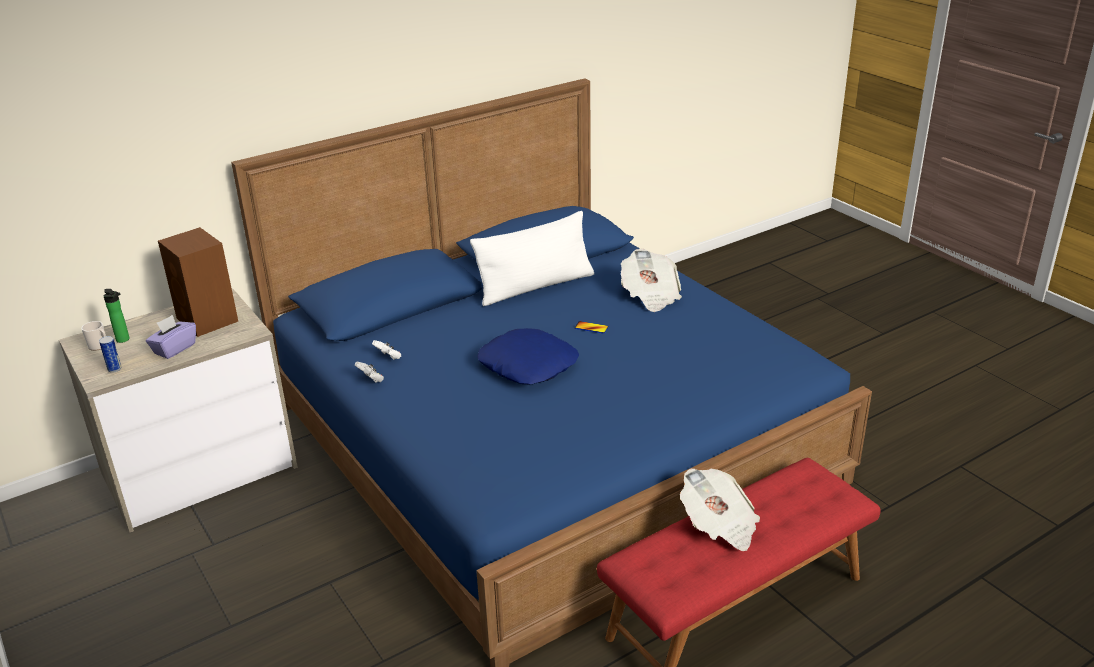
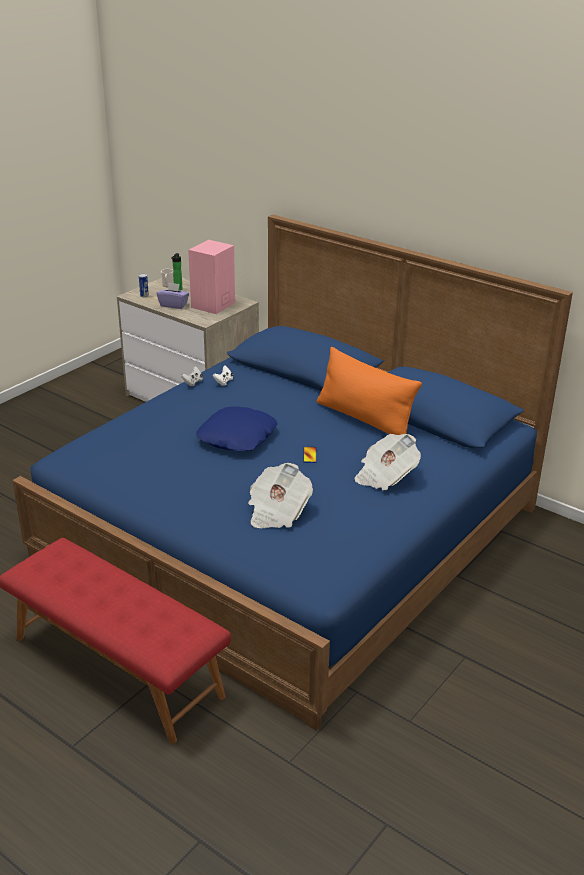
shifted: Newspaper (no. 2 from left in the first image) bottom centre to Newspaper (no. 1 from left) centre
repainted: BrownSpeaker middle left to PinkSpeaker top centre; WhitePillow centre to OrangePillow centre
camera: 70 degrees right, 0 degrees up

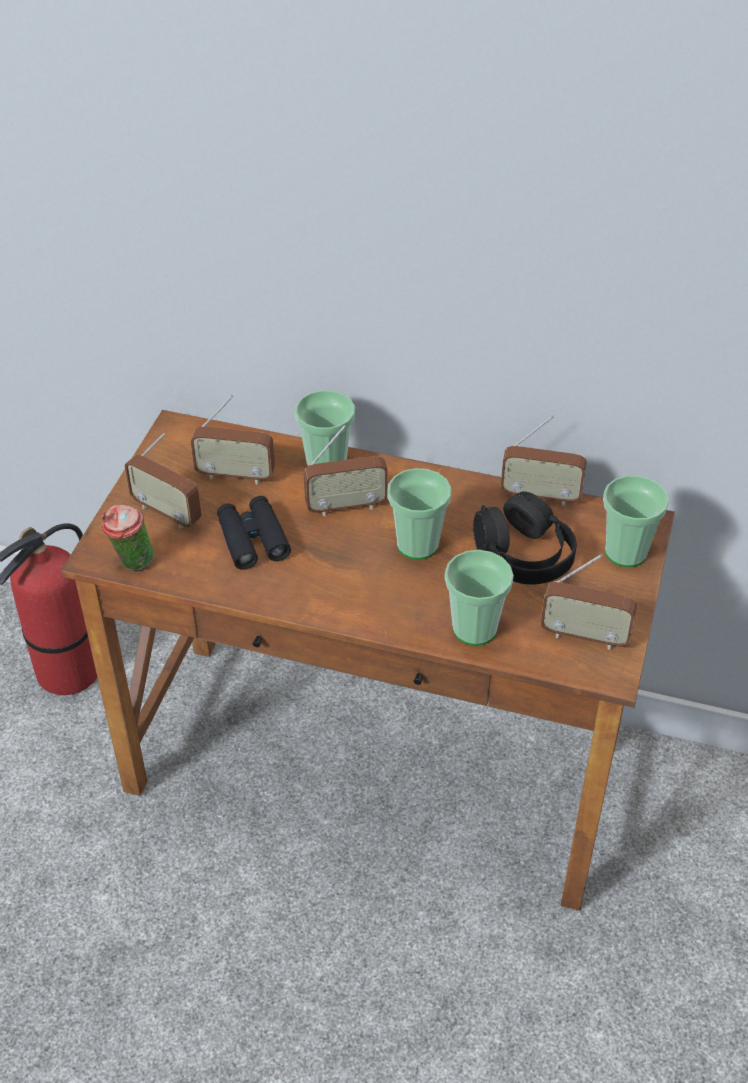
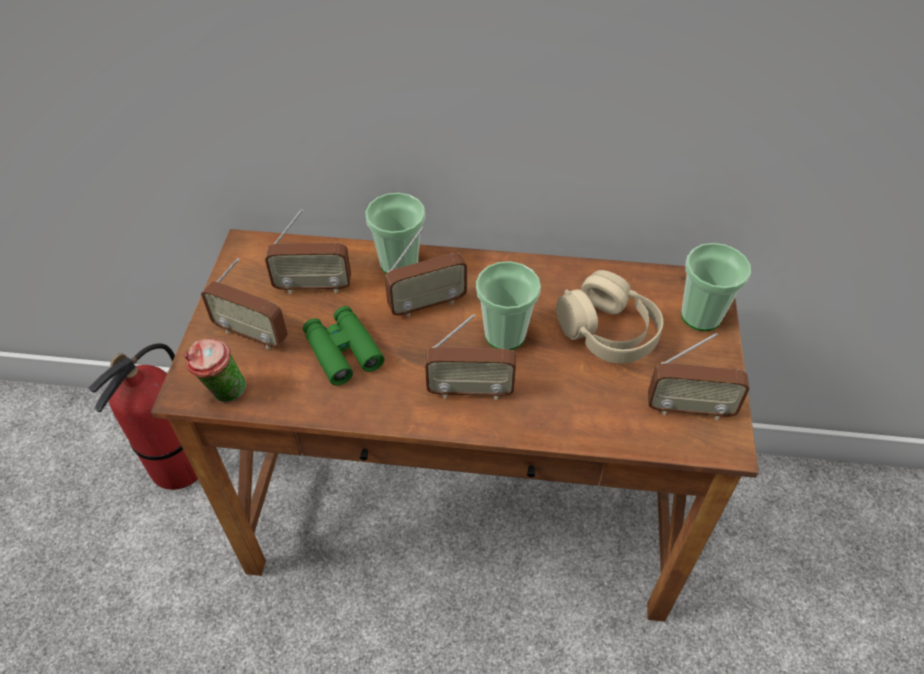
gone: Cup (no. 4 from left) centre
shifted: Radio (no. 4 from left) middle right to centre
repainted: BlackBinoculars centre to GreenBinoculars centre; BlackHeadphones middle right to BeigeHeadphones centre
camera: 10 degrees left, 5 degrees up

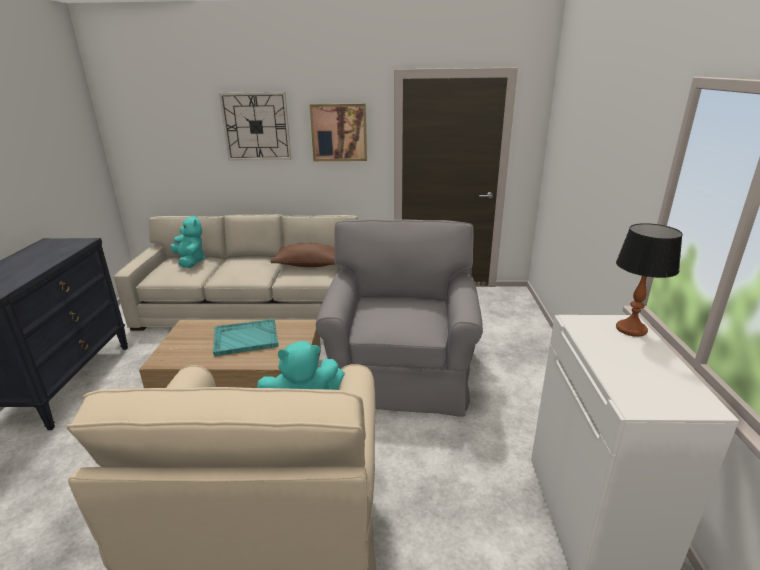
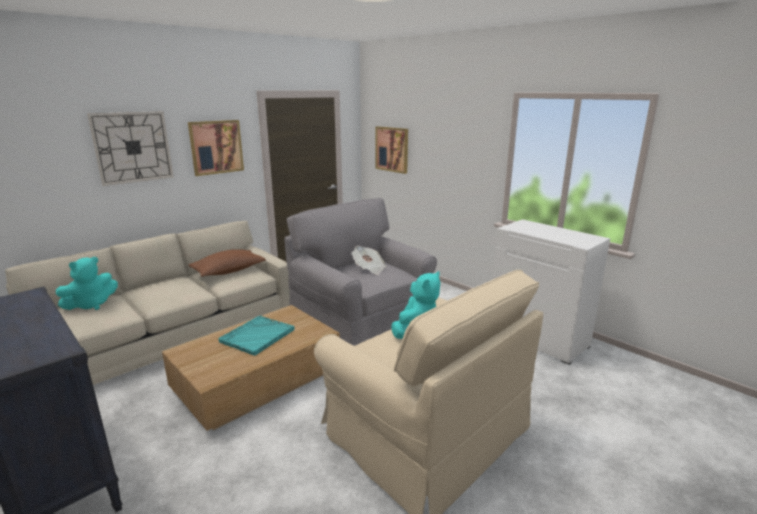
gone: TableLamp middle right
new: Newspaper centre; Picture (no. 2 from left) top centre
rotated: TurquoisePlushToy (no. 1 from left) middle left = middle left 120 degrees clockwise
camera: 45 degrees left, 5 degrees down

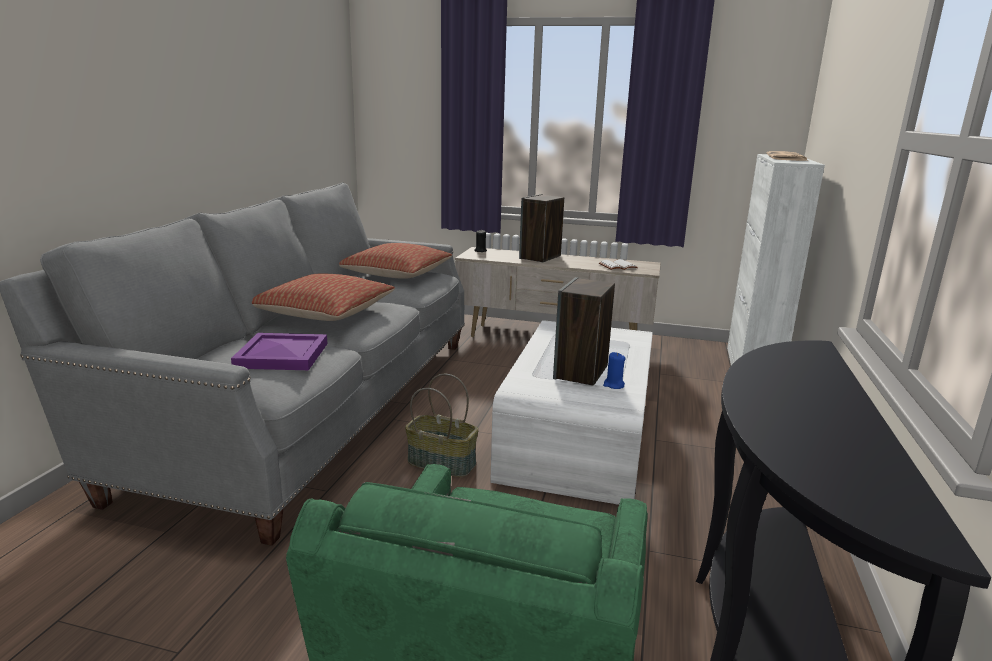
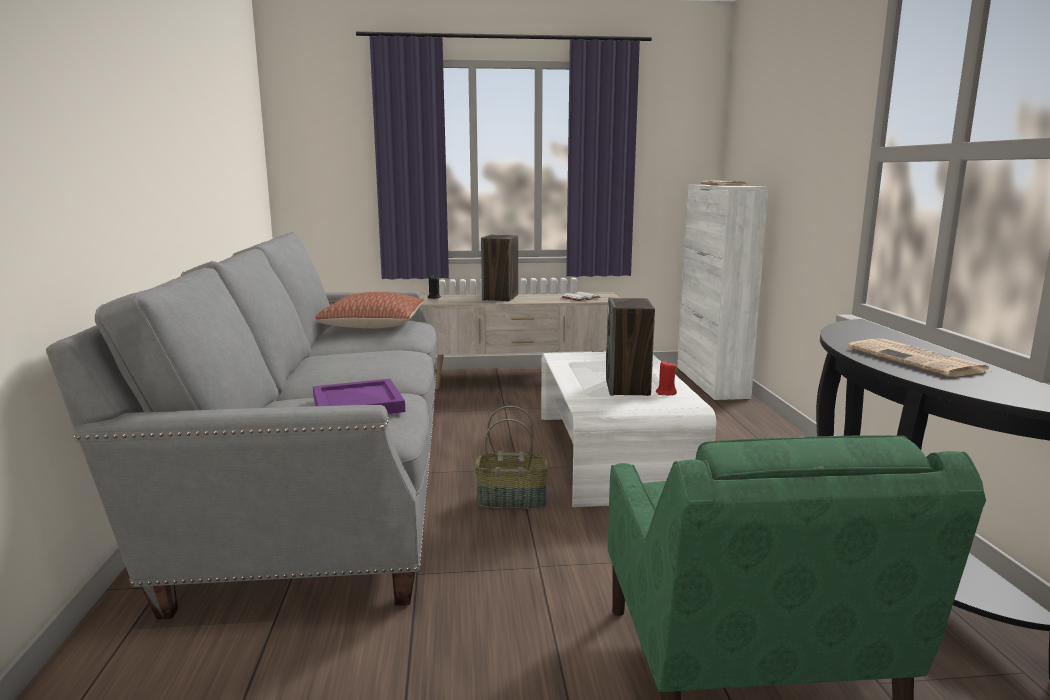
gone: Pillow (no. 1 from left) middle left
new: Newspaper (no. 2 from left) middle right
repainted: BlueCandle centre to RedCandle centre
camera: 20 degrees left, 5 degrees down

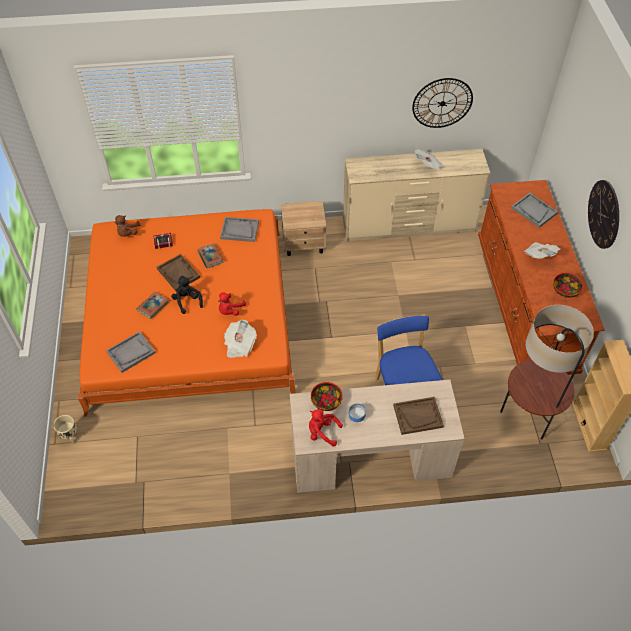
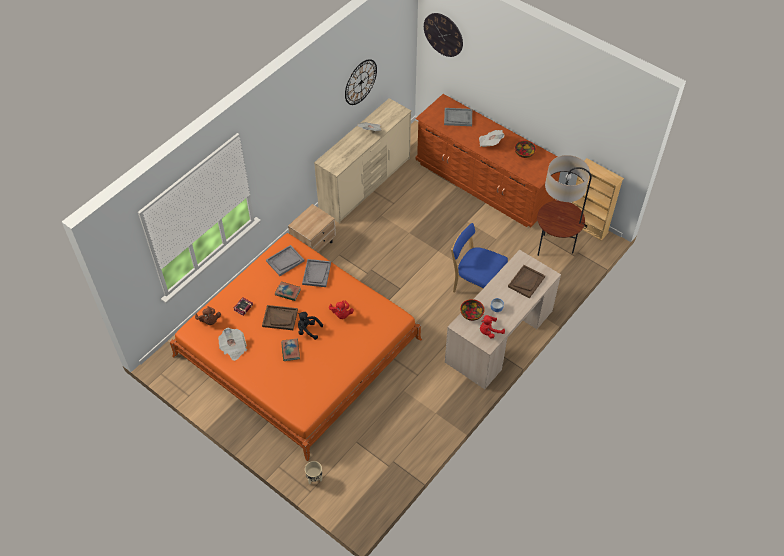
shifted: Newspaper (no. 1 from left) centre to middle left; GreyTray (no. 1 from left in the first image) middle left to GreyTray (no. 2 from left) centre; WallClock (no. 2 from left) middle right to top centre
camera: 45 degrees left, 0 degrees up

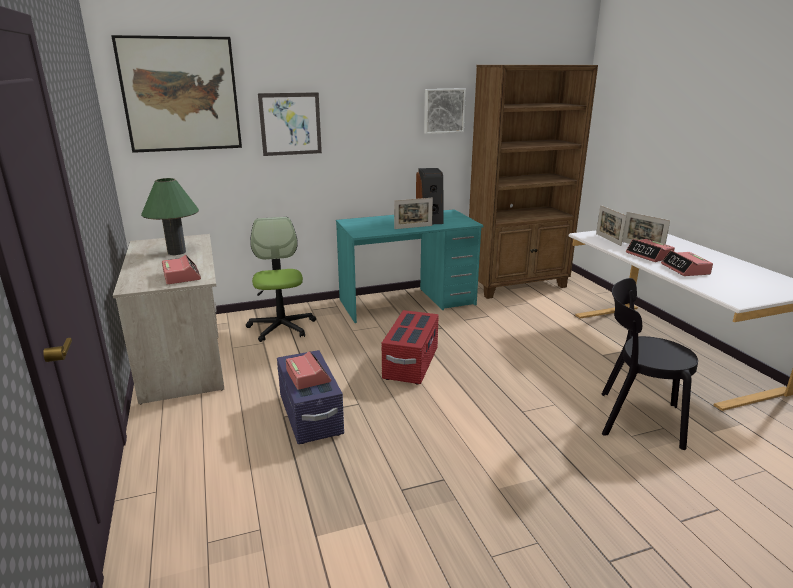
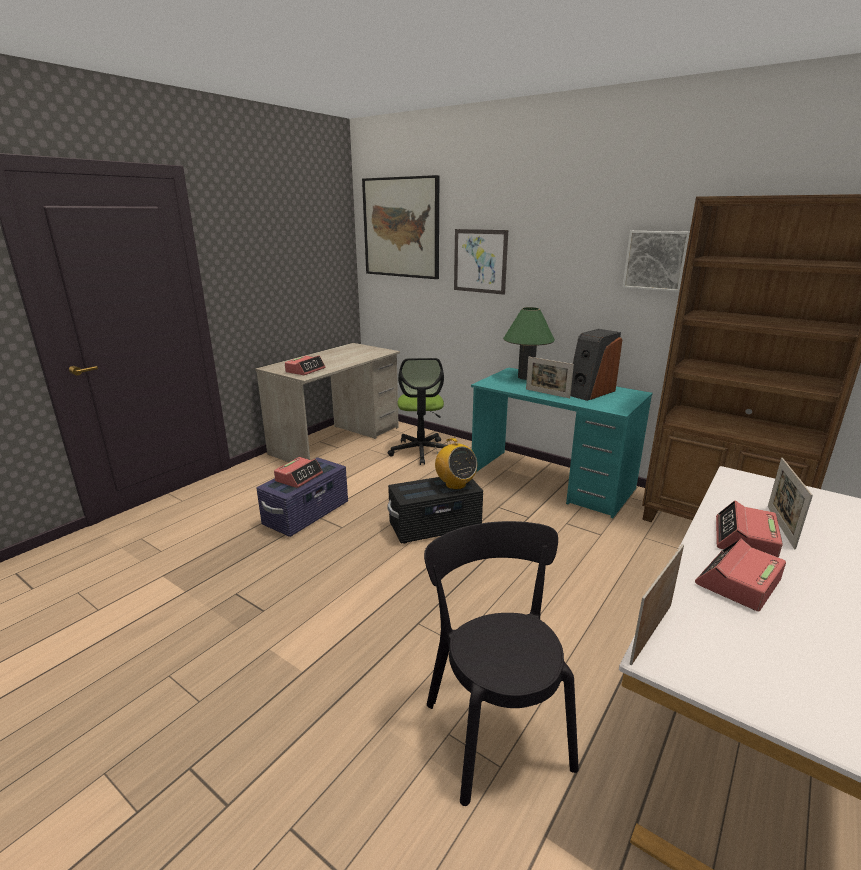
new: Radio centre
shifted: GreenTableLamp middle left to centre; PictureFrame (no. 2 from left) middle right to bottom right
repainted: RedStorageBox centre to BlackStorageBox centre
rotated: OfficeChair centre = centre 135 degrees clockwise
camera: 55 degrees right, 0 degrees up

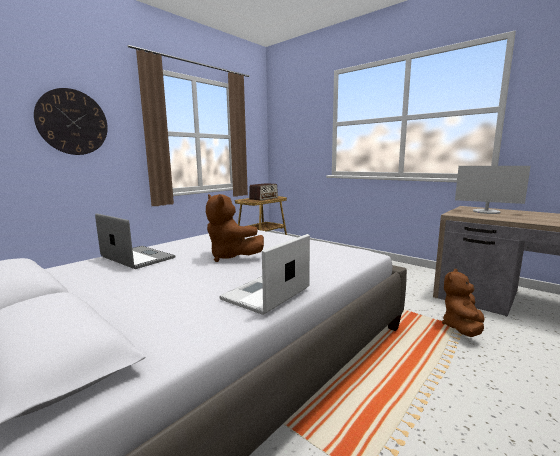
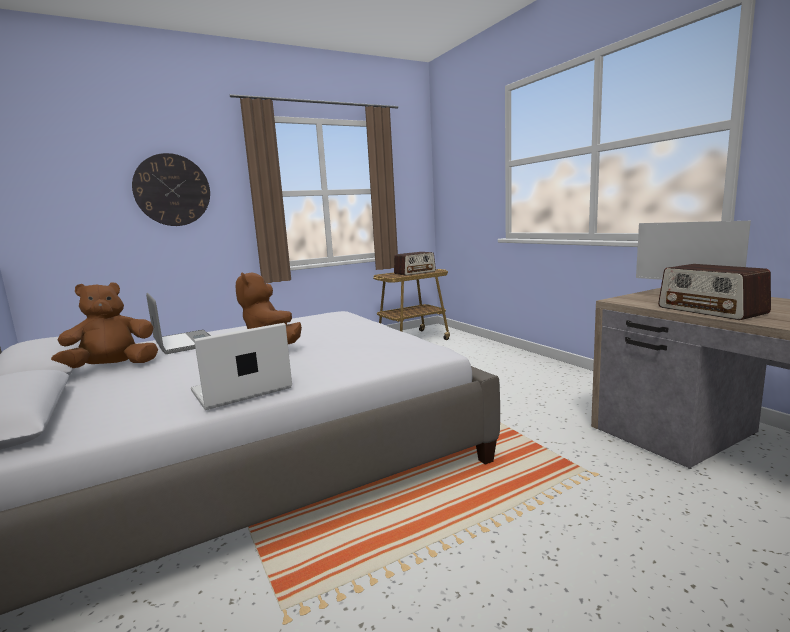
new: Radio (no. 2 from left) middle right
shifted: BrownPlushToy (no. 2 from left in the first image) middle right to BrownPlushToy (no. 1 from left) middle left
camera: 20 degrees right, 0 degrees up

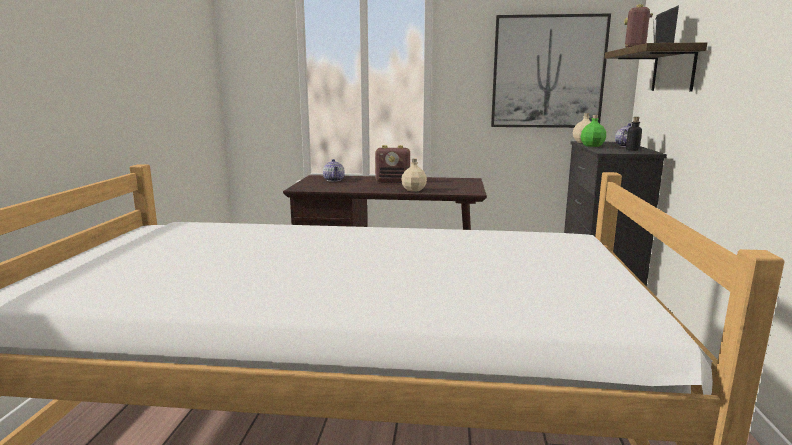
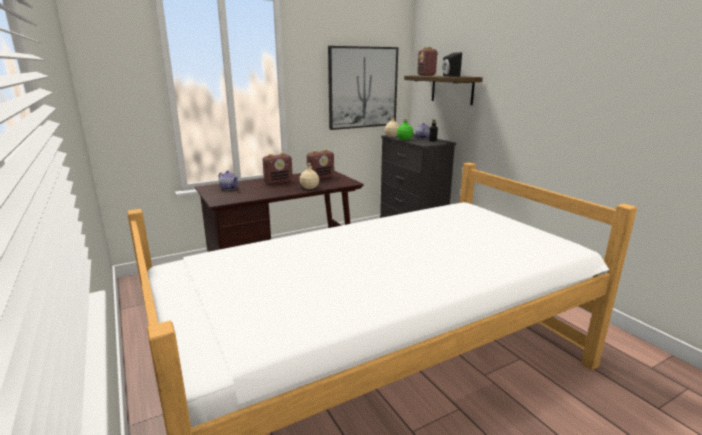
new: Radio (no. 2 from left) centre
camera: 35 degrees left, 5 degrees up

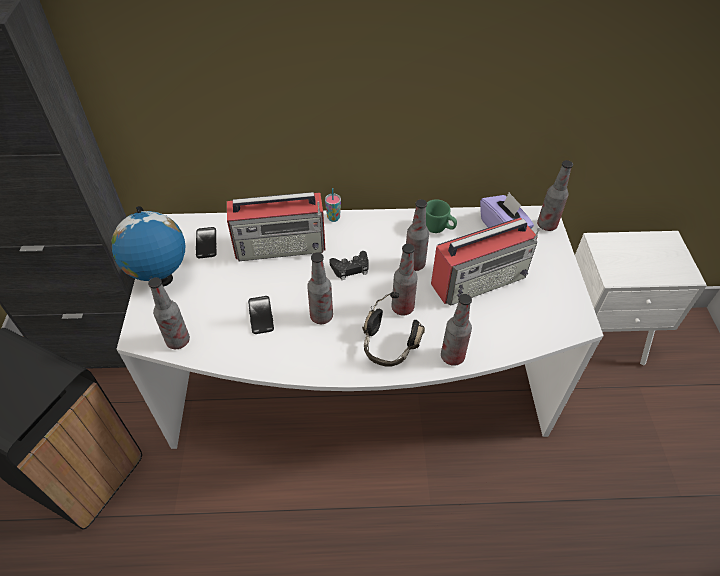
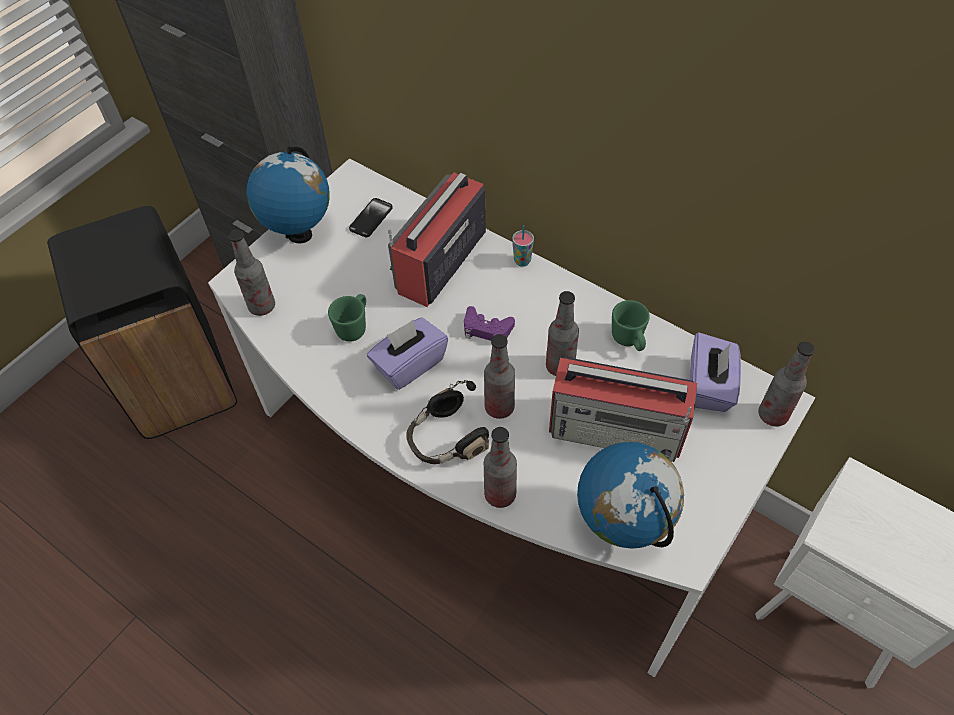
new: Globe (no. 2 from left) bottom centre
swapped: Phone (no. 2 from left) centre to GreenMug (no. 1 from left) centre; Bottle (no. 2 from left) centre to PurpleTissueBox (no. 1 from left) centre
repainted: BlackGameController centre to PurpleGameController centre
rotated: Radio (no. 1 from left) centre = centre 90 degrees clockwise
camera: 40 degrees right, 5 degrees up

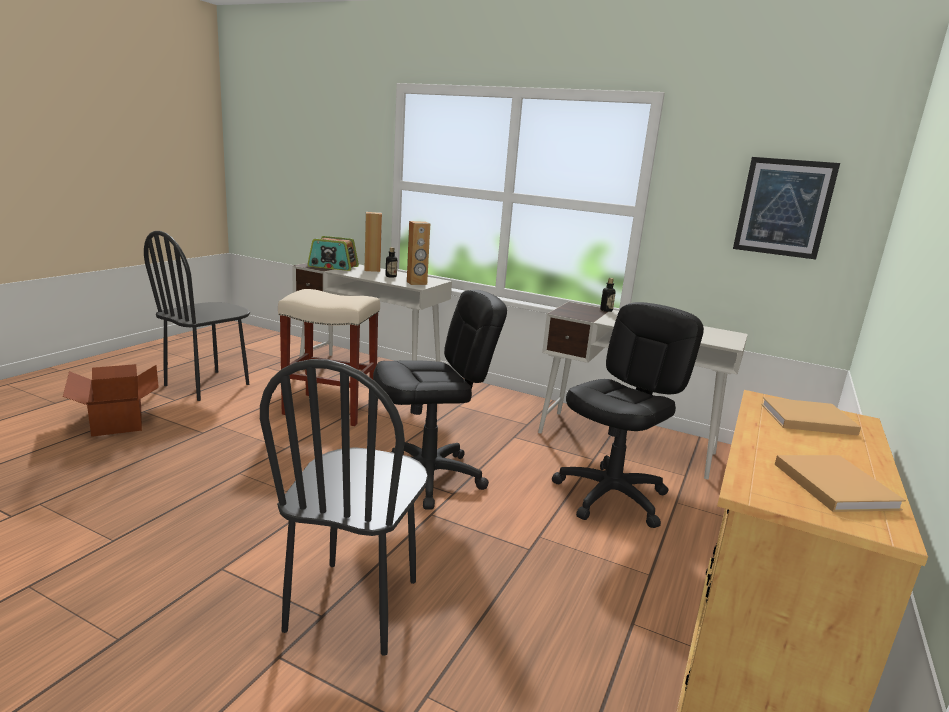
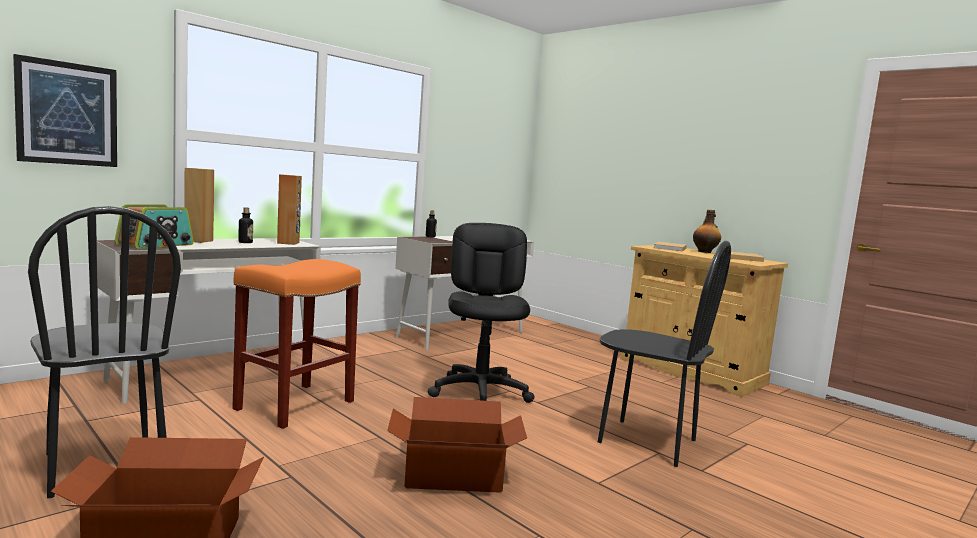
gone: BlackOfficeChair (no. 2 from left) centre
new: CardboardBox (no. 2 from left) bottom centre; Bottle (no. 3 from left) middle right
shifted: Picture top right to top left
repainted: BeigeStool centre to OrangeStool middle left
camera: 70 degrees left, 10 degrees down

